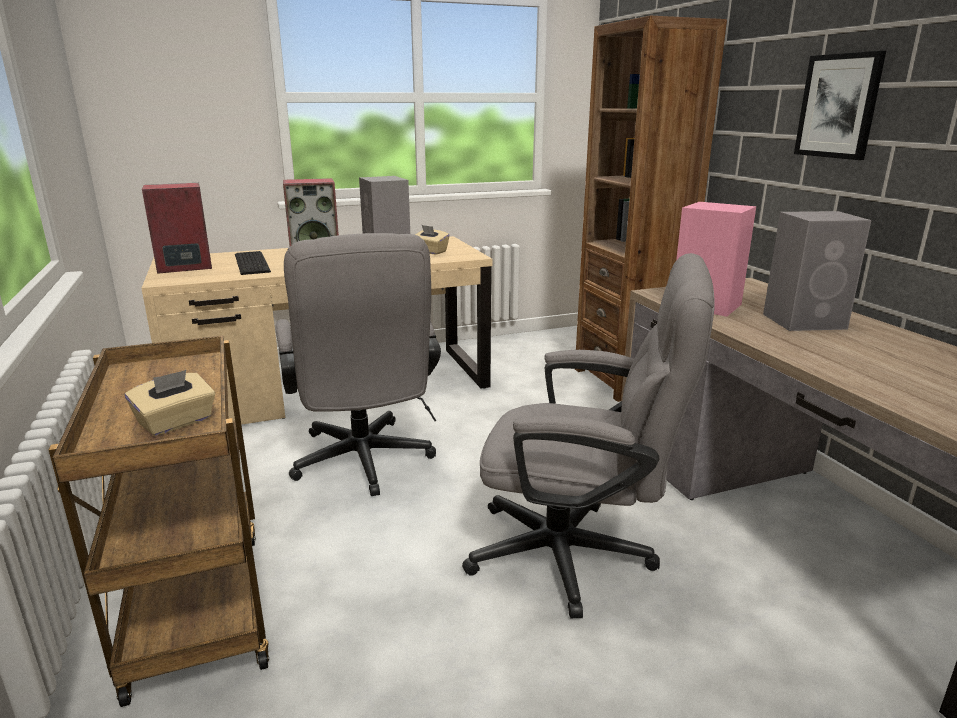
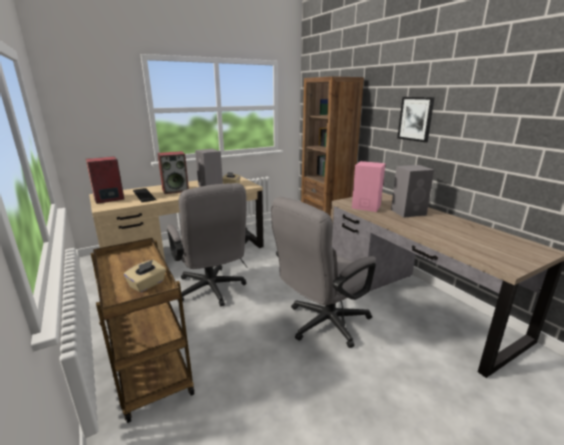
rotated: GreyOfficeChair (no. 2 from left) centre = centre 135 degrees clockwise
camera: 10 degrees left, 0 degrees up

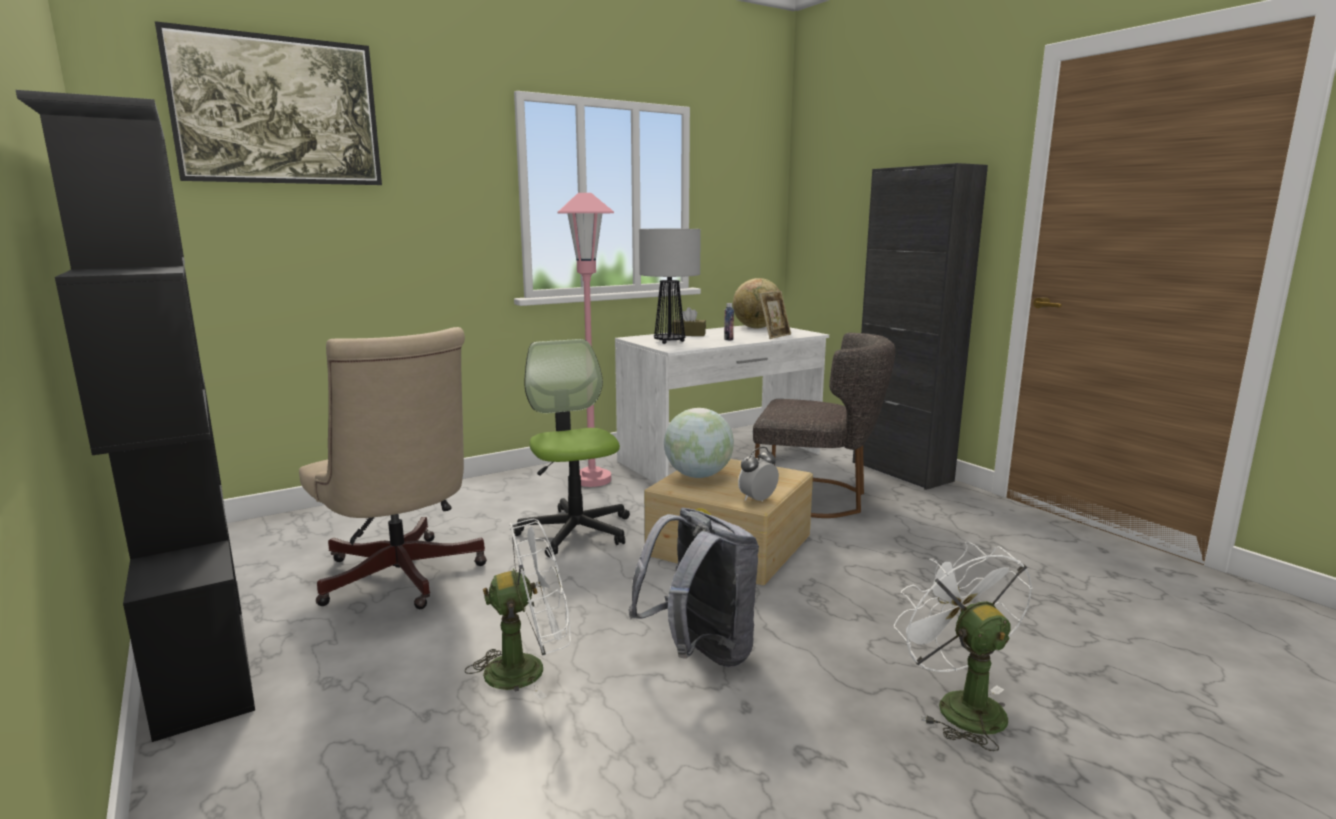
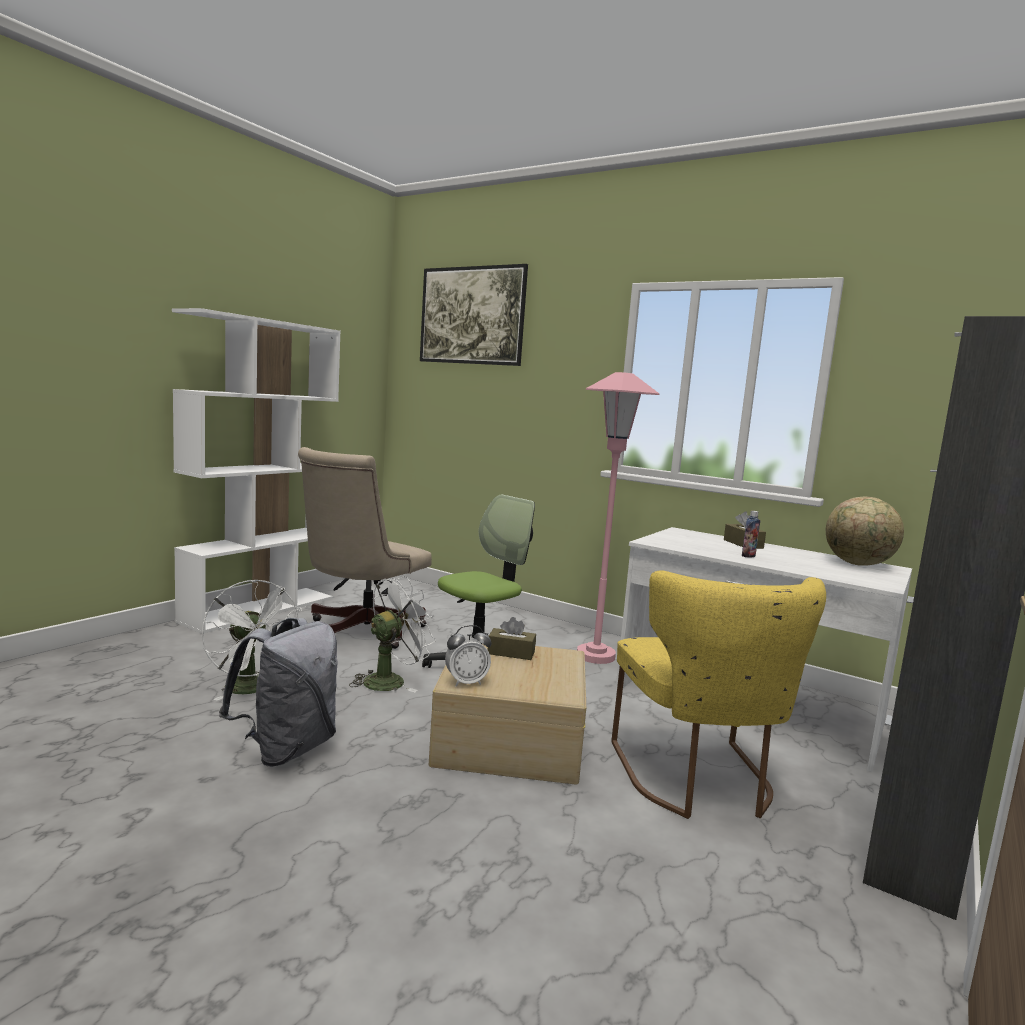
gone: TableLamp centre; PictureFrame centre
shifted: WhiteFan (no. 2 from left) bottom right to centre
swapped: Globe (no. 1 from left) centre to BrownTissueBox (no. 1 from left) centre
repainted: BlackBookcase middle left to WhiteBookcase middle left; GreyChair centre to YellowChair bottom right
rotated: AlarmClock centre = centre 135 degrees clockwise
camera: 65 degrees right, 5 degrees down

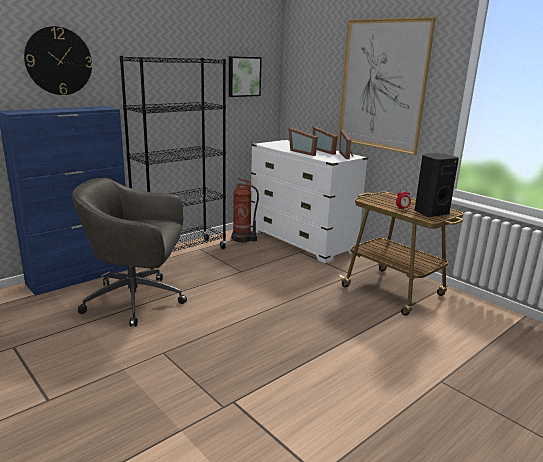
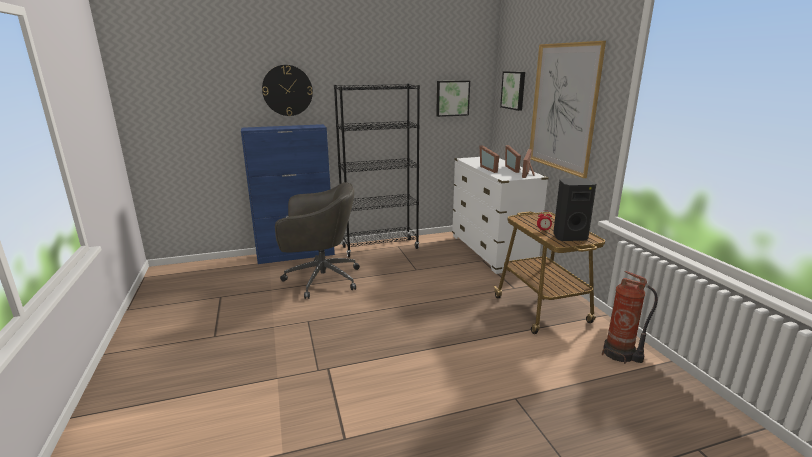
new: Picture (no. 2 from left) top centre
shifted: FireExtinguisher centre to bottom right
rotated: GreyOfficeChair middle left = centre 150 degrees clockwise
camera: 25 degrees right, 0 degrees up

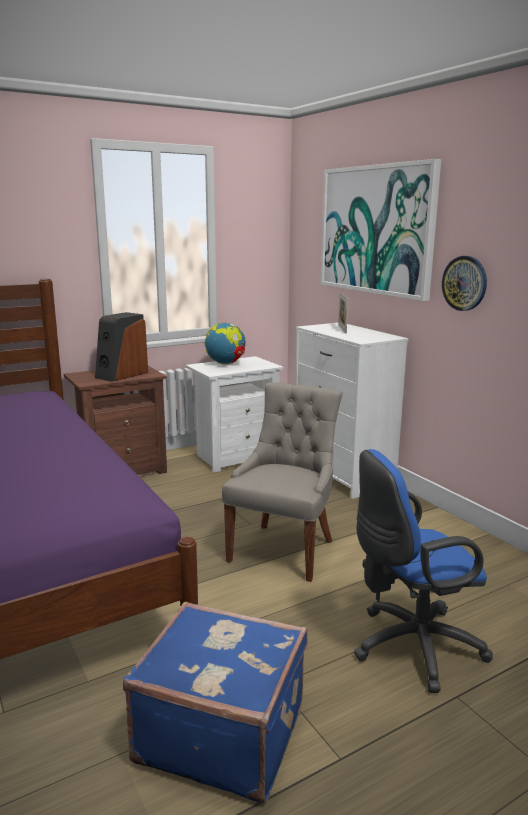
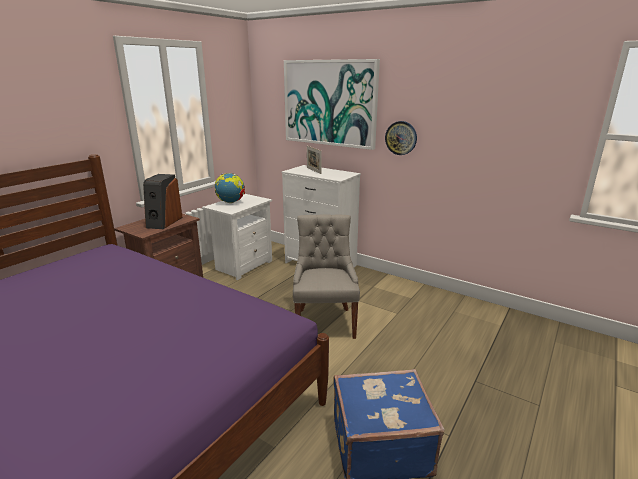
gone: BlueOfficeChair bottom right
camera: 25 degrees left, 5 degrees up

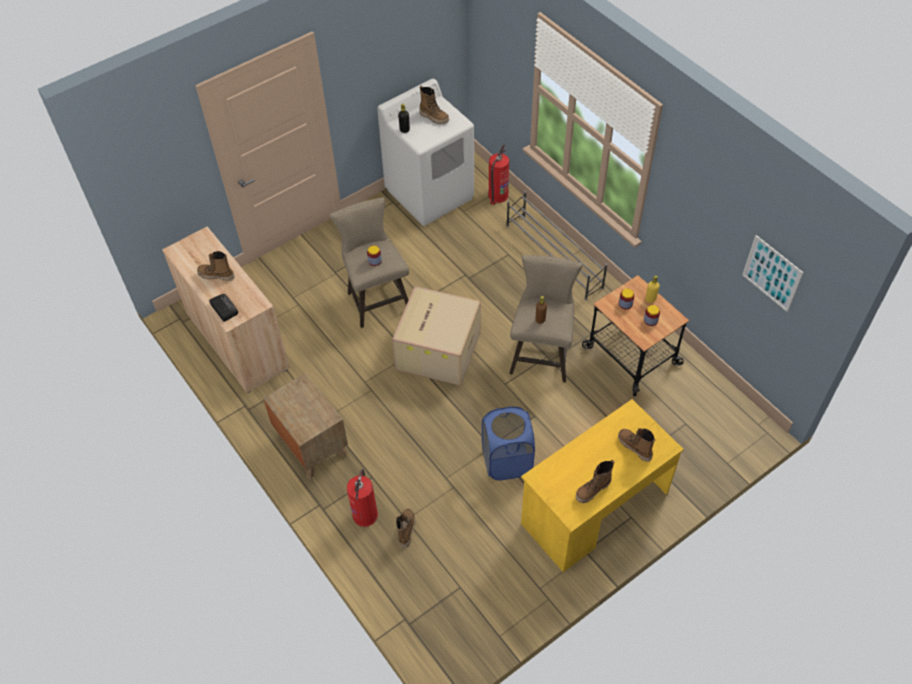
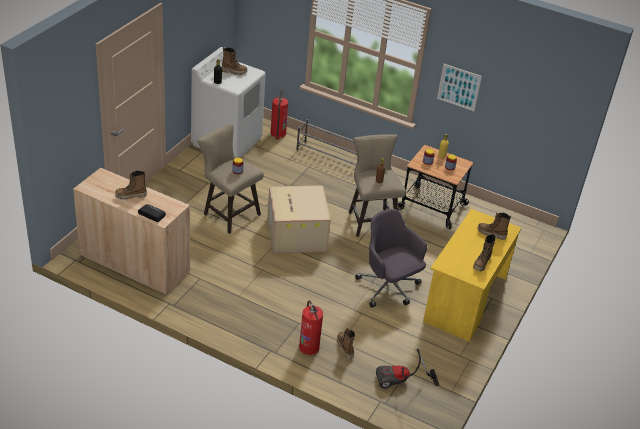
gone: BrownNightstand centre
new: VacuumCleaner bottom centre
shifted: Picture middle right to top right
swapped: BlueLaundryBasket centre to GreyOfficeChair centre
camera: 30 degrees left, 15 degrees down

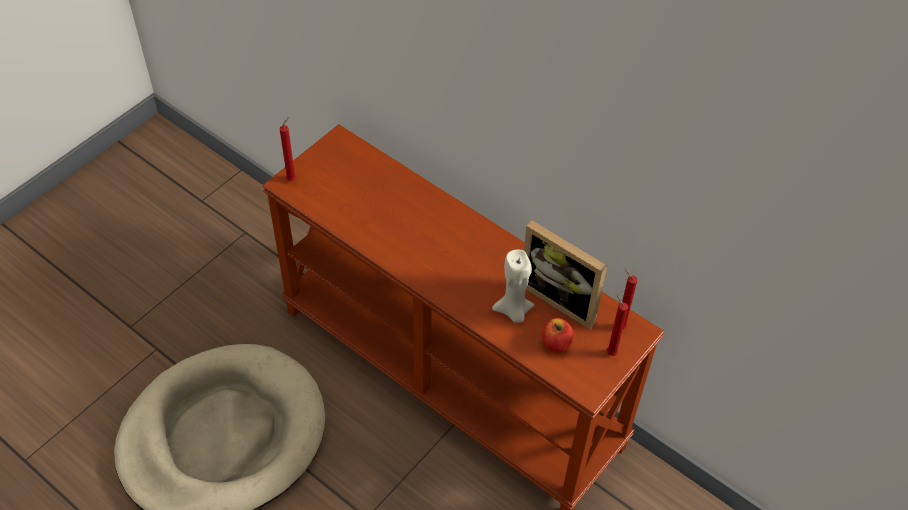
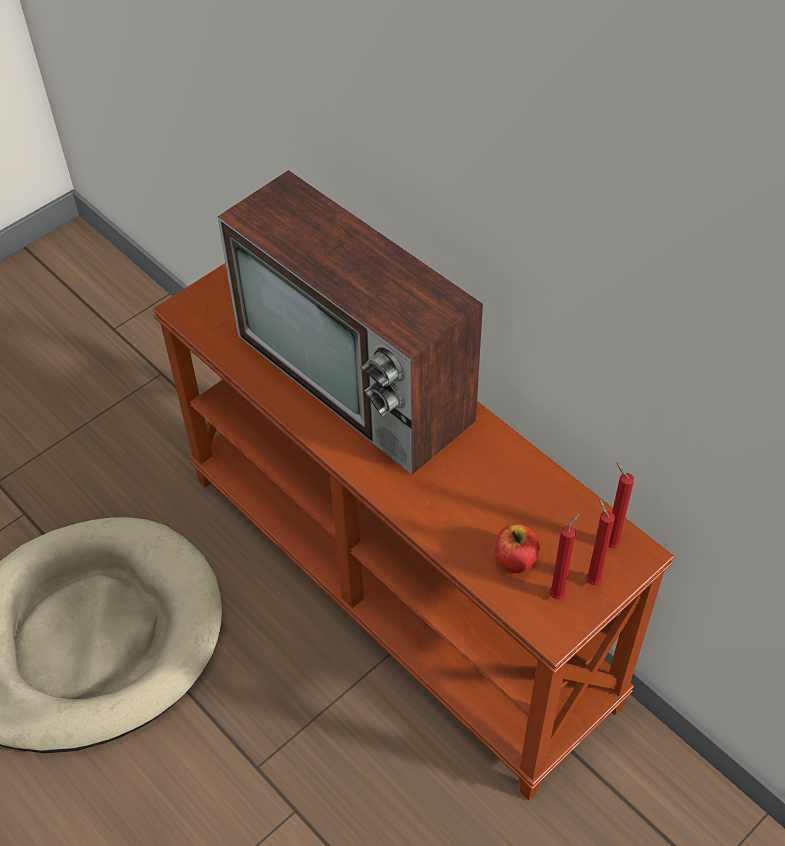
gone: BeigeCandle centre; PictureFrame centre
new: Television centre
shifted: RedCandle (no. 1 from left) top left to middle right
camera: 10 degrees right, 0 degrees up

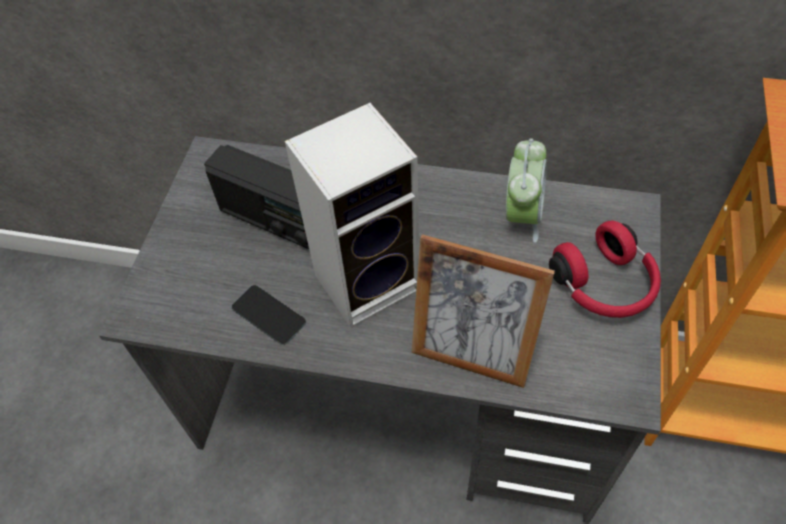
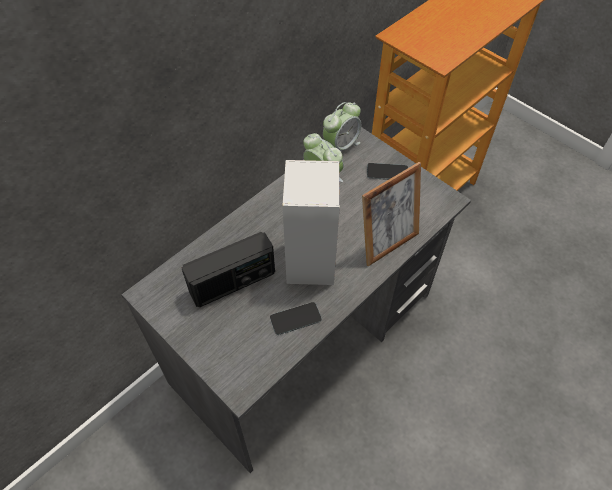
new: AlarmClock (no. 2 from left) top centre
swapped: RedHeadphones middle right to Phone (no. 2 from left) centre
camera: 60 degrees left, 0 degrees up

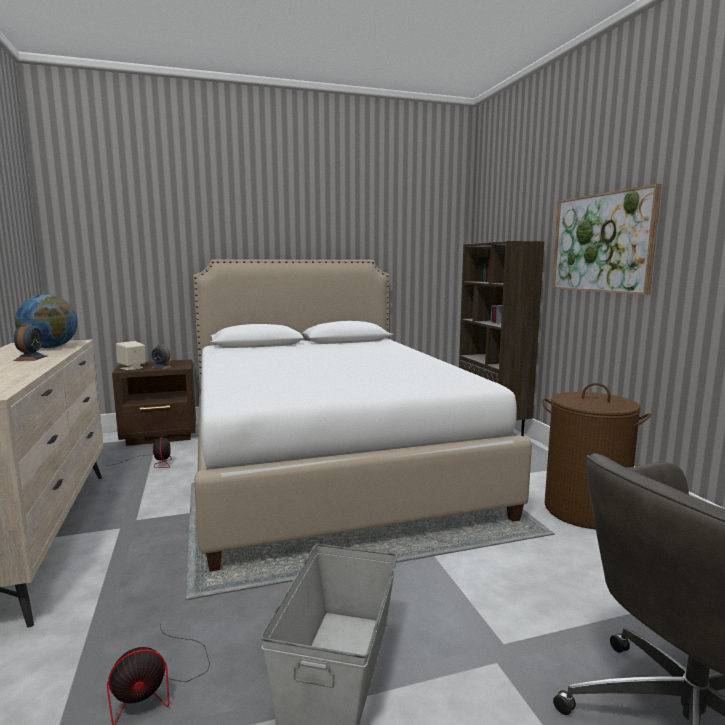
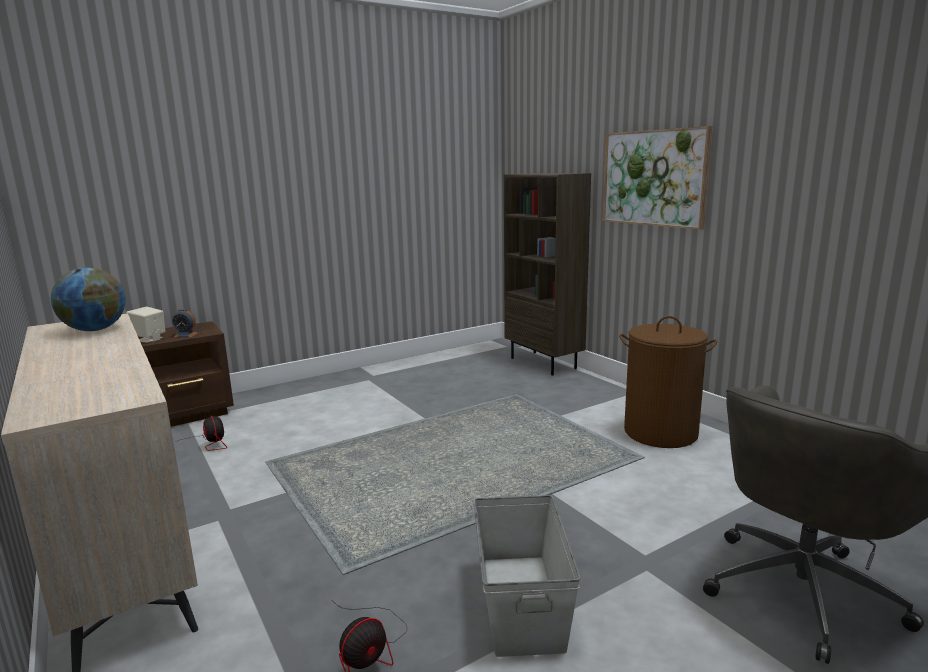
gone: AlarmClock (no. 1 from left) middle left; WhiteBed centre
camera: 15 degrees left, 5 degrees up

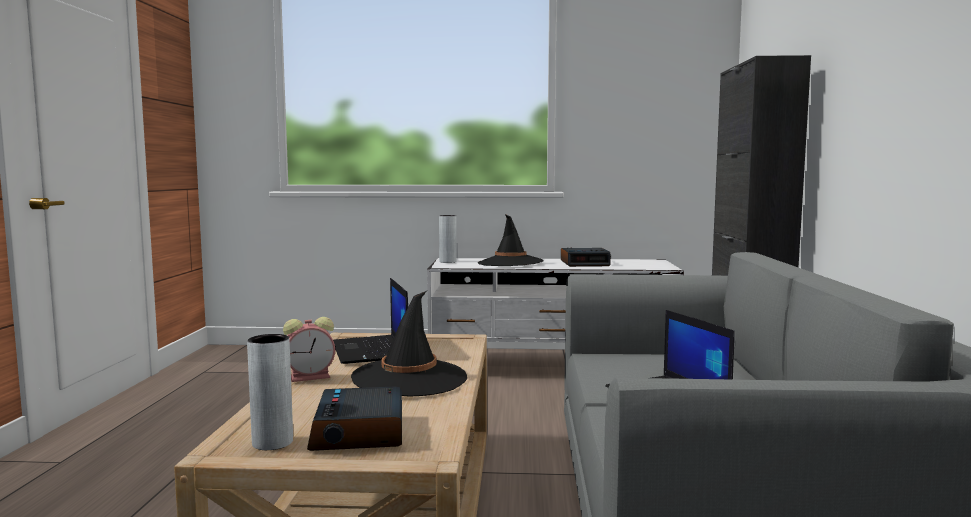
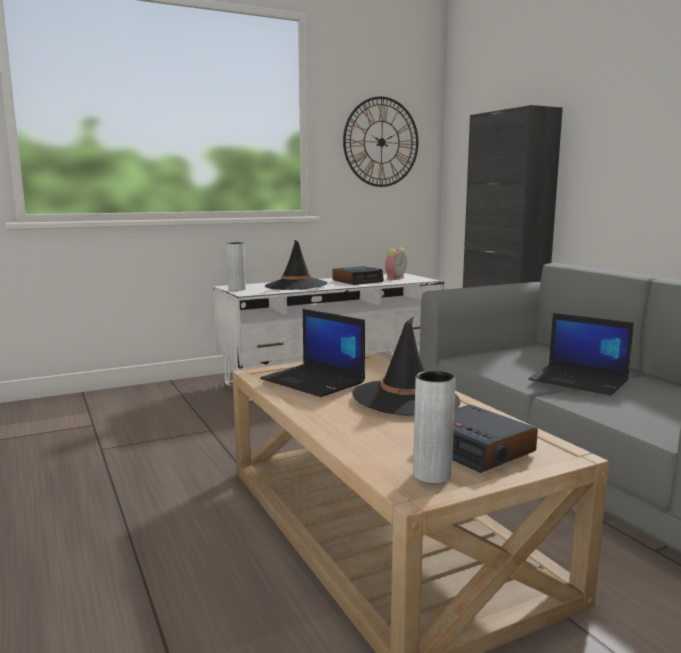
new: WallClock top centre
shifted: AlarmClock (no. 1 from left in the first image) bottom left to AlarmClock (no. 2 from left) centre
camera: 30 degrees left, 5 degrees up

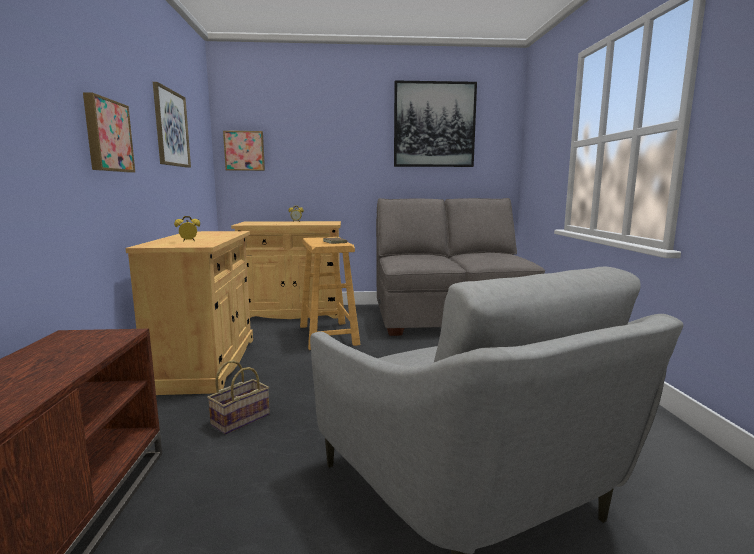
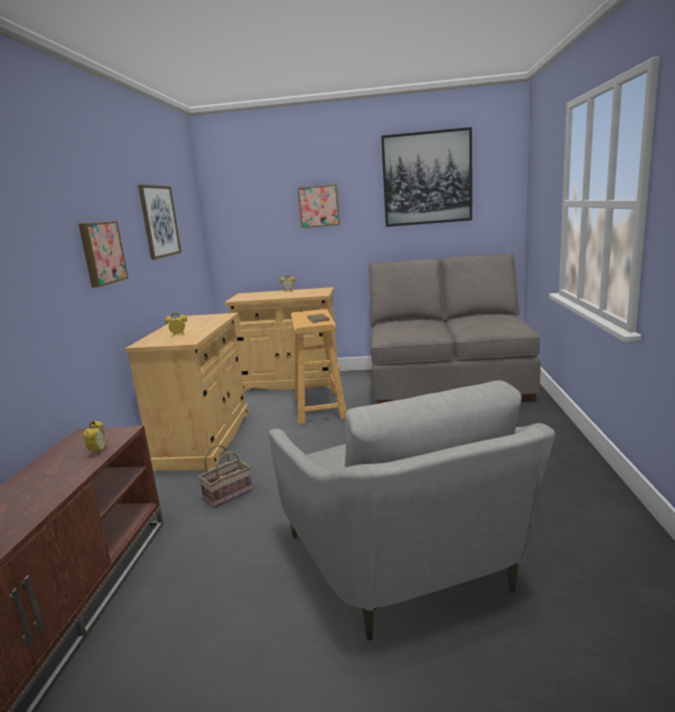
new: AlarmClock (no. 1 from left) middle left
shifted: Picture (no. 3 from left) top left to top centre
camera: 10 degrees right, 5 degrees up

